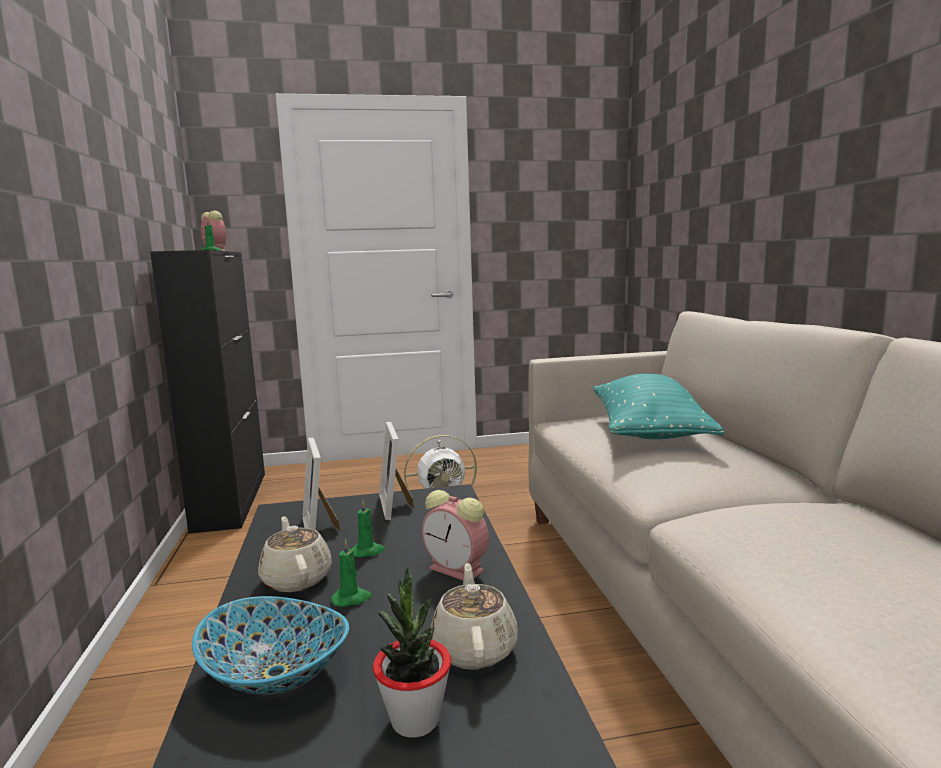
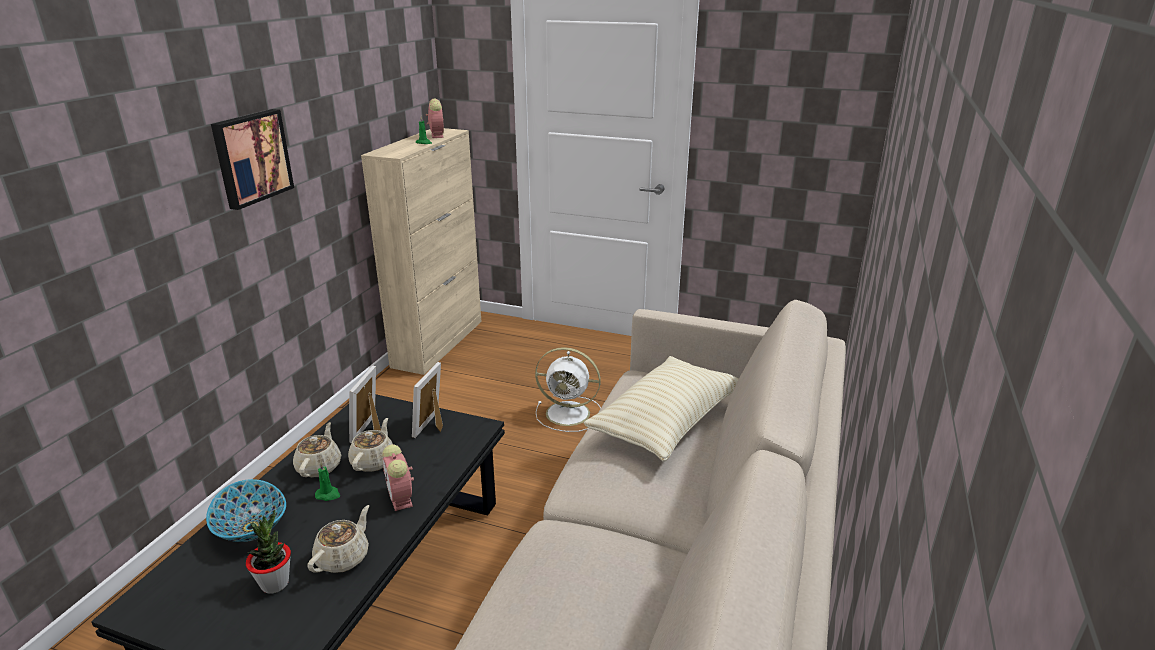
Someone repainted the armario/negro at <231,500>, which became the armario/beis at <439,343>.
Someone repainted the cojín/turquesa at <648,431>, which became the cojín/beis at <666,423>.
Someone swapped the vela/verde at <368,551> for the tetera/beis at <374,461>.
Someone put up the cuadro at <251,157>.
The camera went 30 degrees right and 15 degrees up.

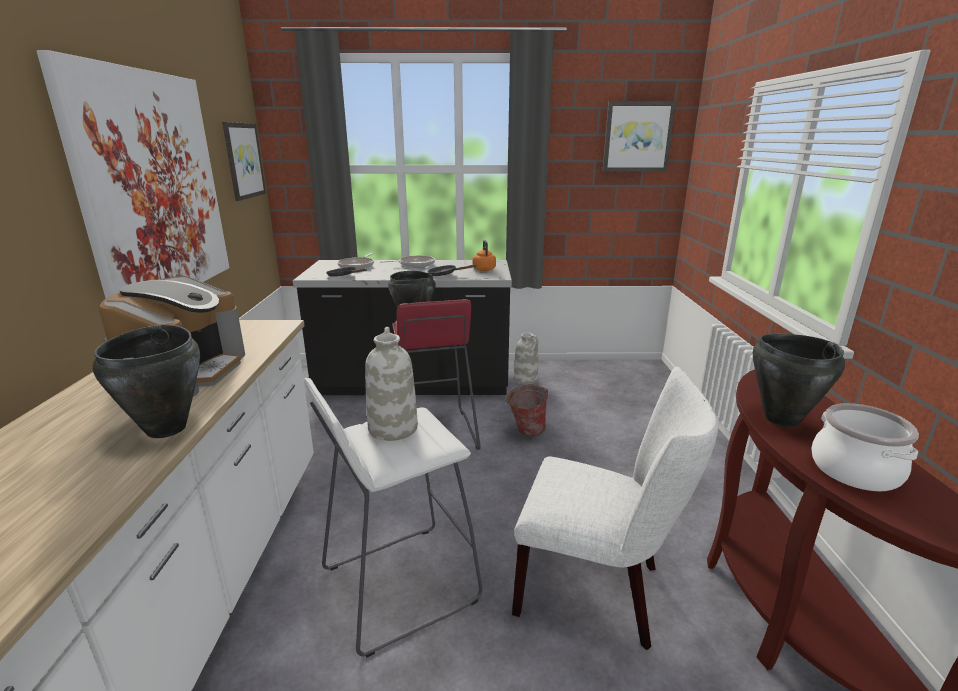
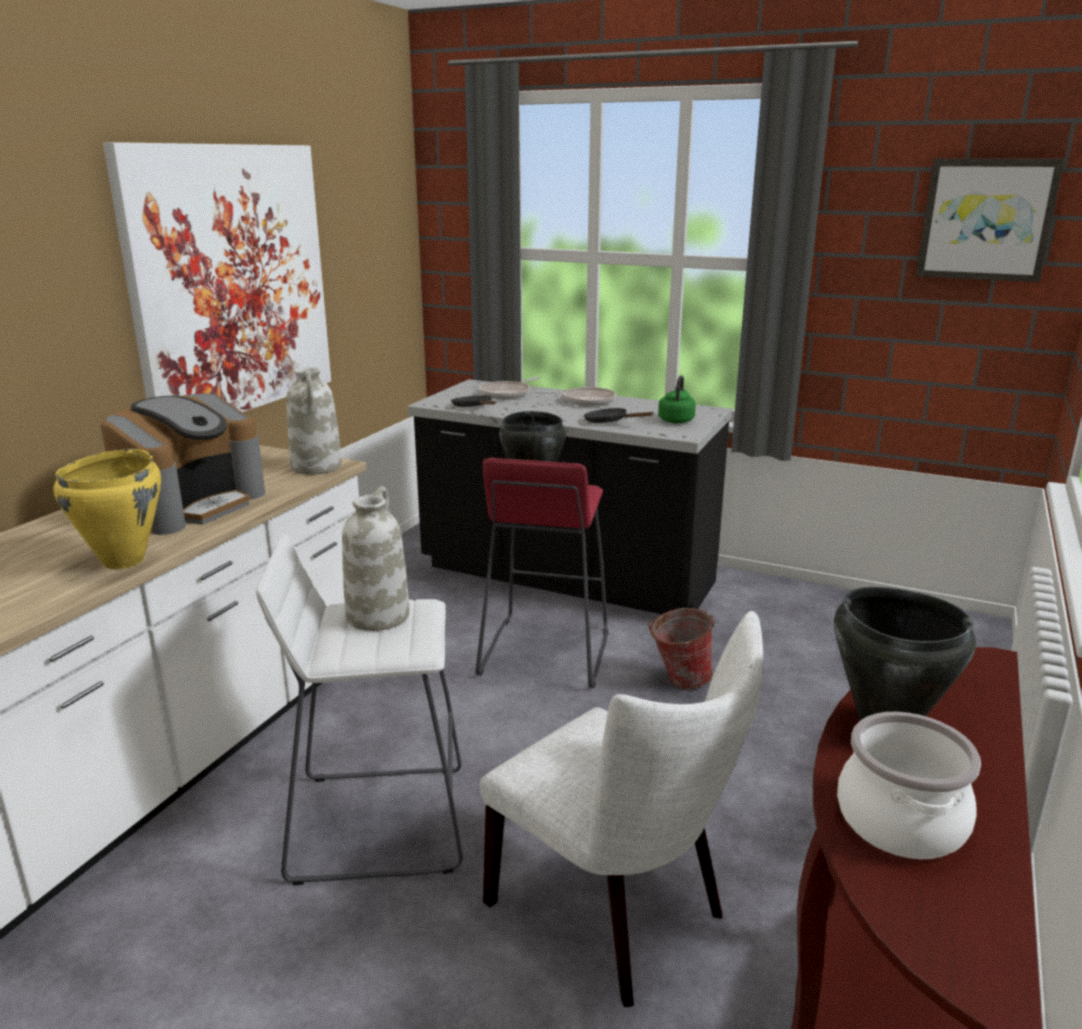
Someone took away the cuadro at <243,160>.
Someone repainted the hervidor/naranja at <483,269>, which became the hervidor/verde at <676,420>.
Someone repainted the olla/negro at <167,428>, which became the olla/amarillo at <124,561>.
Someone carried the florero/blanco from <526,379> to <317,467>.
The camera went 25 degrees right and 0 degrees up.

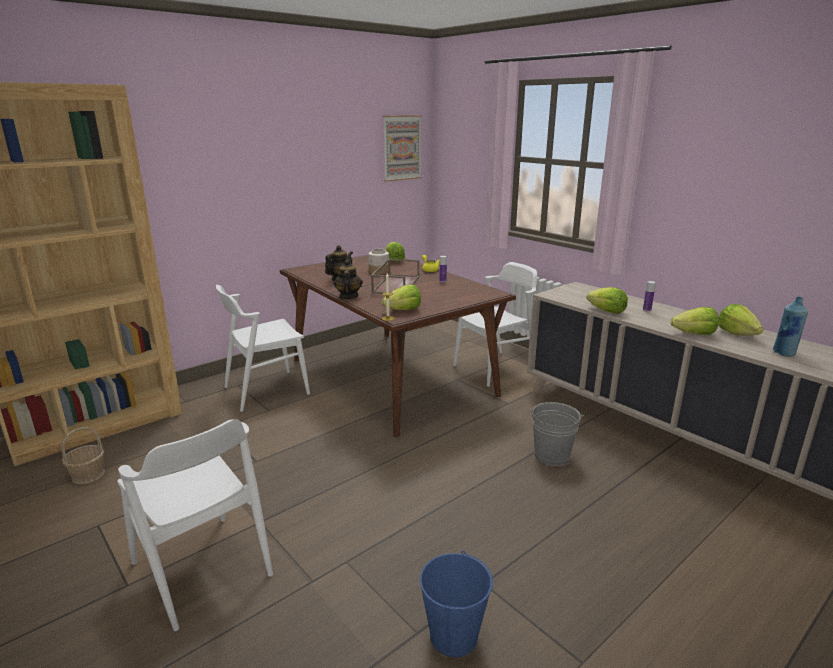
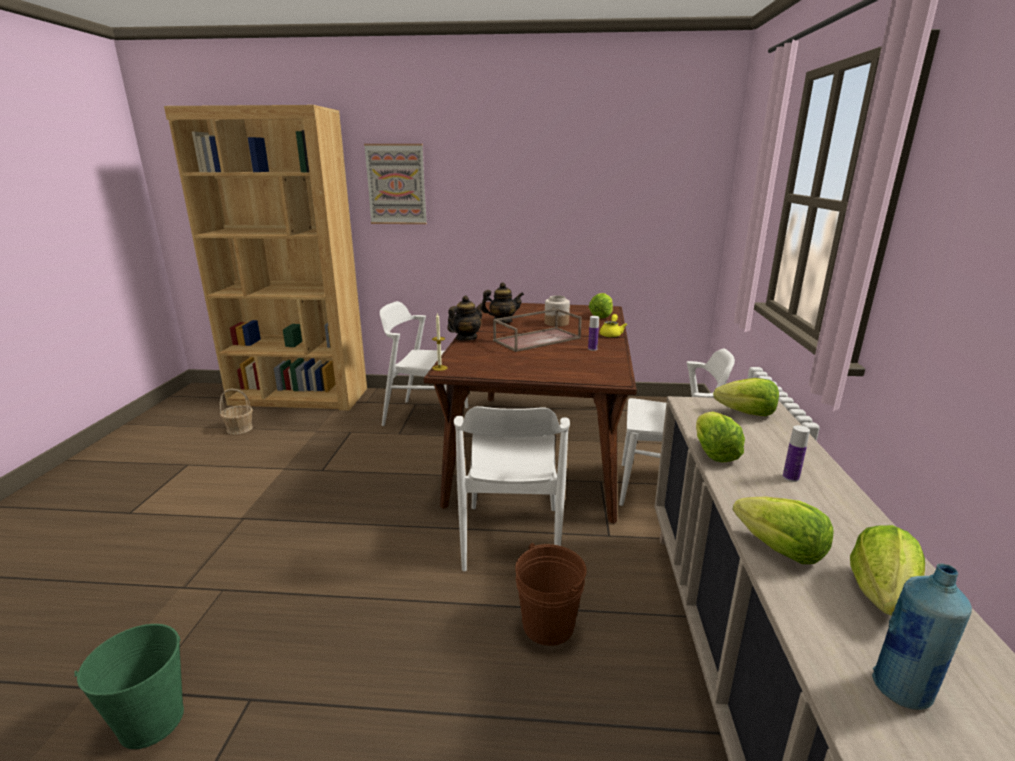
Someone carried the cuadro from <402,148> to <396,184>.
Someone carried the lechuga from <404,310> to <746,413>.
Someone repainted the cubo/gris at <552,455>, which became the cubo/marrón at <548,625>.
Someone carried the silla/blanco from <202,569> to <511,537>.
Someone repainted the cubo/azul at <453,636>, which became the cubo/verde at <151,721>.
The camera went 45 degrees right and 0 degrees up.

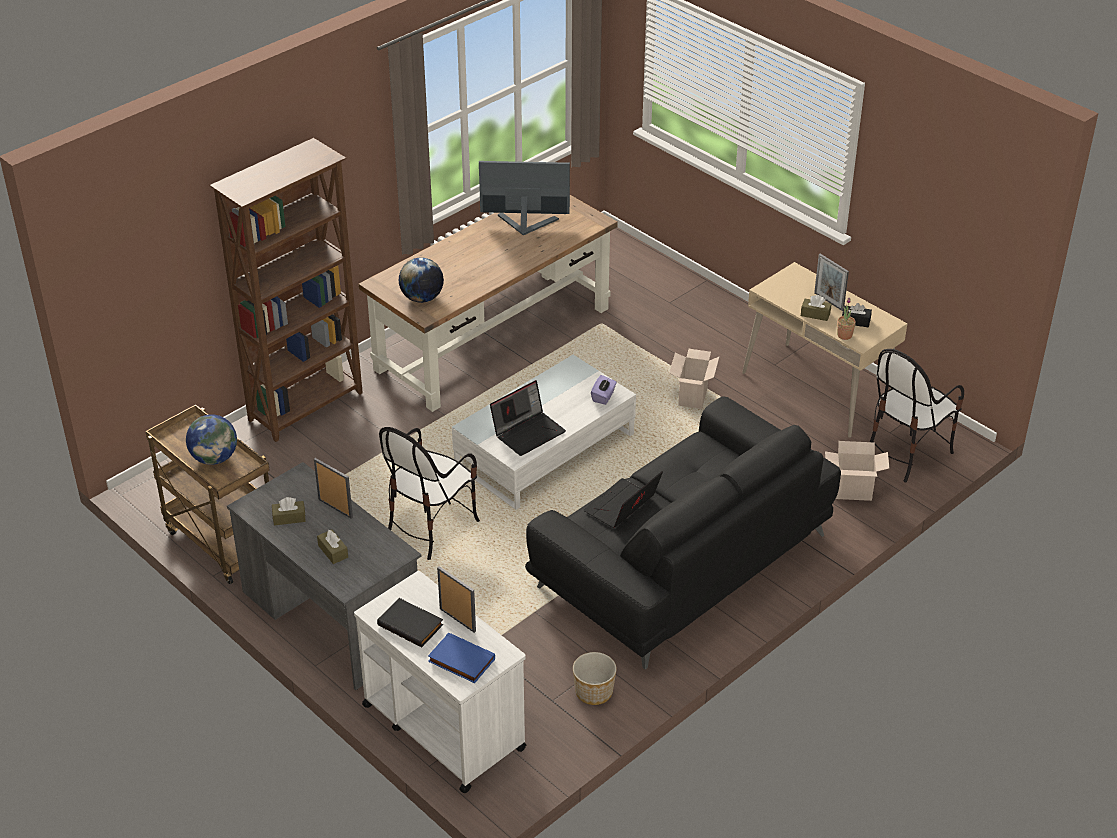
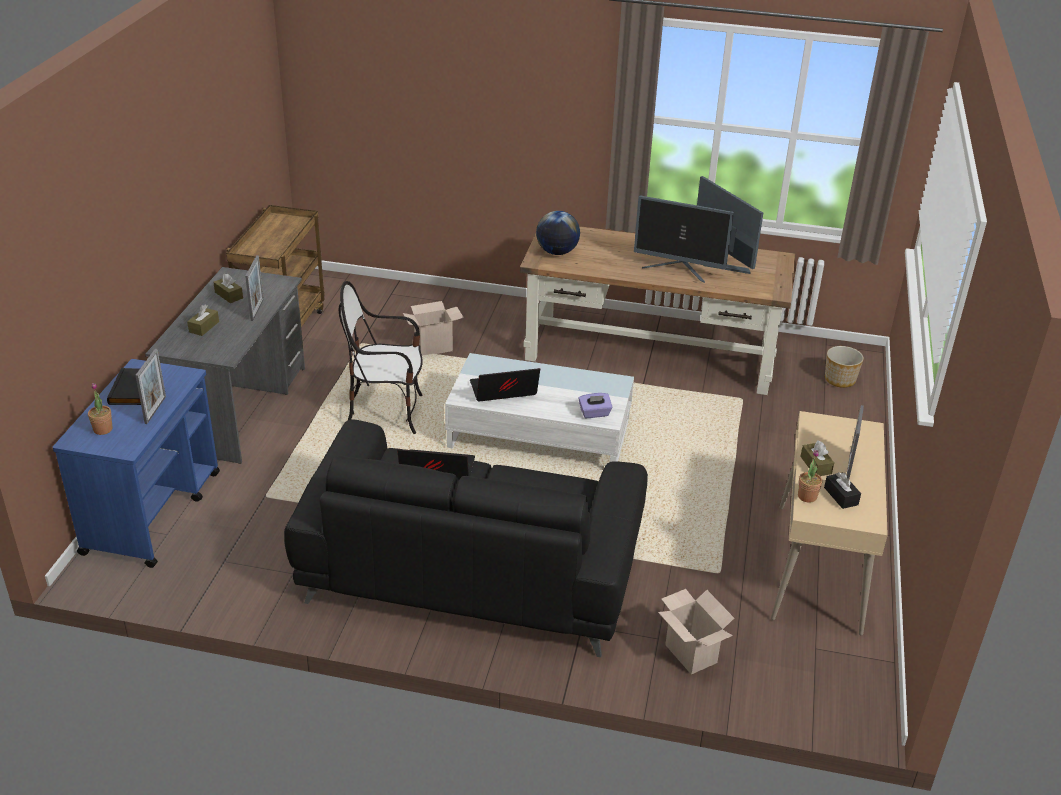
Someone took away the estantería/marrón at <307,407>.
Someone carried the caja de cartón from <692,396> to <434,347>.
Someone took away the silla at <906,452>.
Someone rotated the portátil at <528,432> by 150 degrees clockwise.
Someone took away the globo terráqueo at <214,458>.
Someone repainted the carrito/blanco at <443,726>, which became the carrito/azul at <153,511>.
Someone swapped the libro/azul at <460,661> for the planta en maceta at <103,429>.
Someone carried the maceta from <594,692> to <839,380>.
Someone put down the monitor at <679,270>.
The camera went 55 degrees right and 5 degrees down.

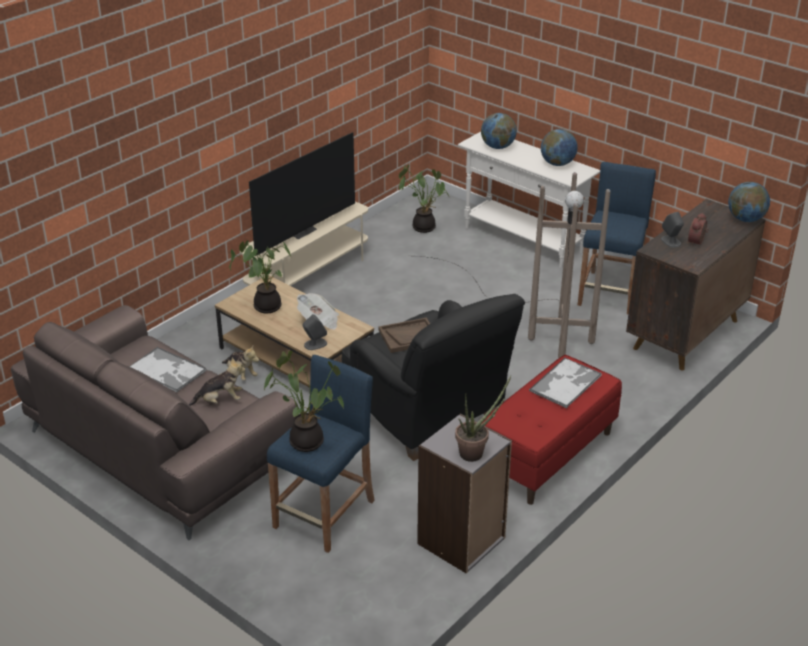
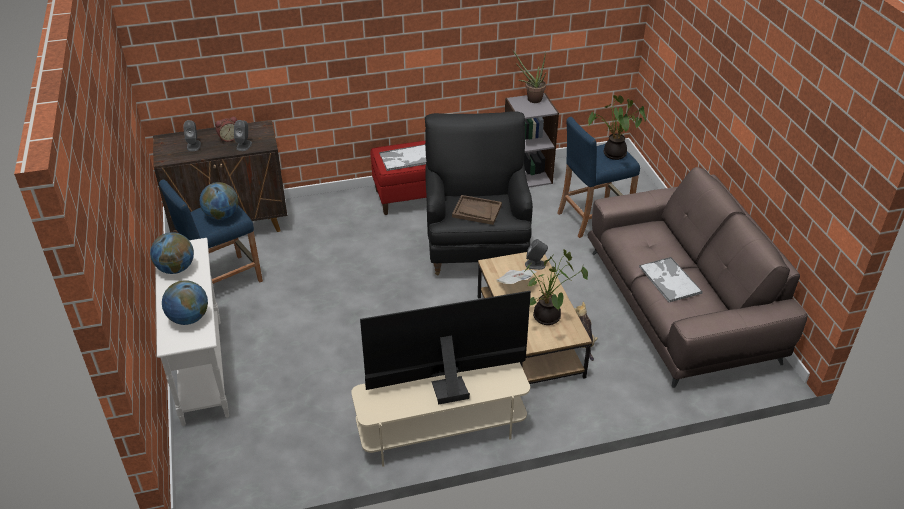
Someone took away the planta en maceta at <424,226>.
Someone took away the lámpara de pie/marrón at <529,316>.
Someone carried the globo terráqueo from <745,219> to <221,216>.
Someone took away the peluche at <220,400>.
Someone put down the altavoz/gris at <193,145>.
The camera went 145 degrees left and 5 degrees up.

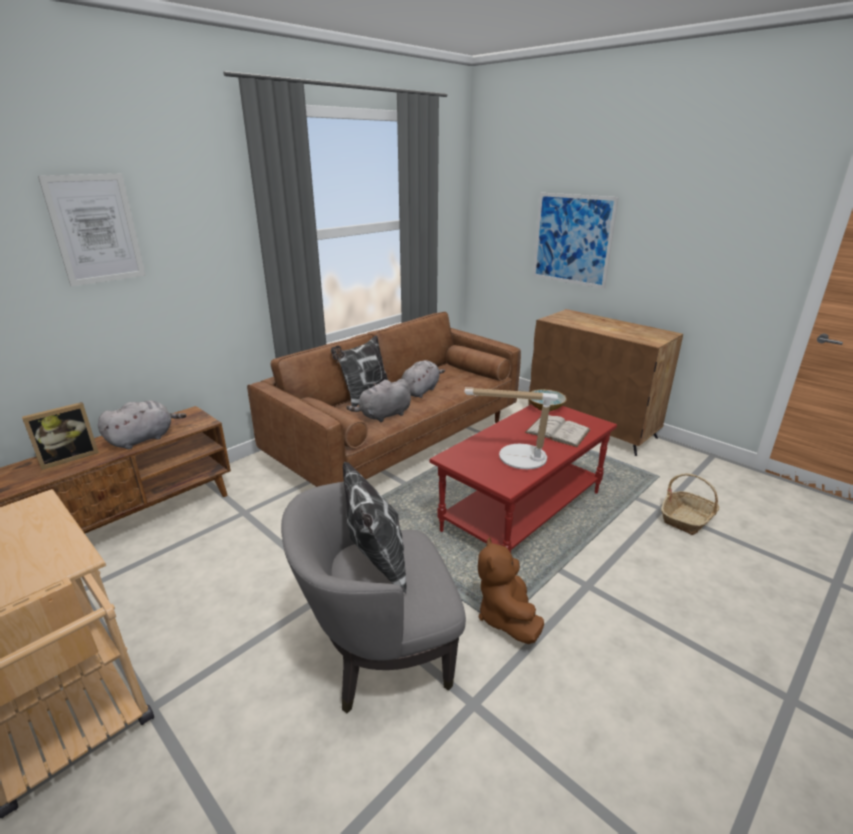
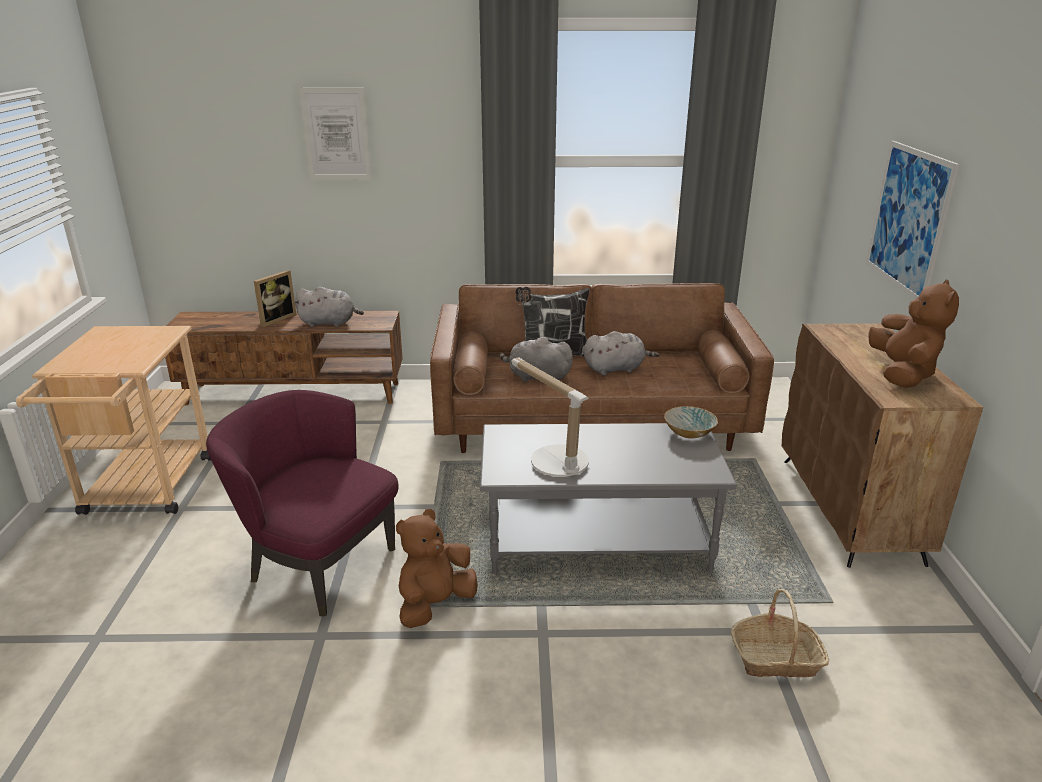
Someone rotated the portarretratos at <69,457> by 60 degrees counterclockwise.
Someone repainted the mesa de centro/rojo at <521,510>, which became the mesa de centro/gris at <598,540>.
Someone took away the libro/blanco at <557,431>.
Someone took away the cojín at <376,566>.
Someone repainted the sillón/gris at <379,654>, which became the sillón/morado at <318,565>.
Someone put down the peluche/marrón at <902,374>.
The camera went 45 degrees right and 0 degrees up.

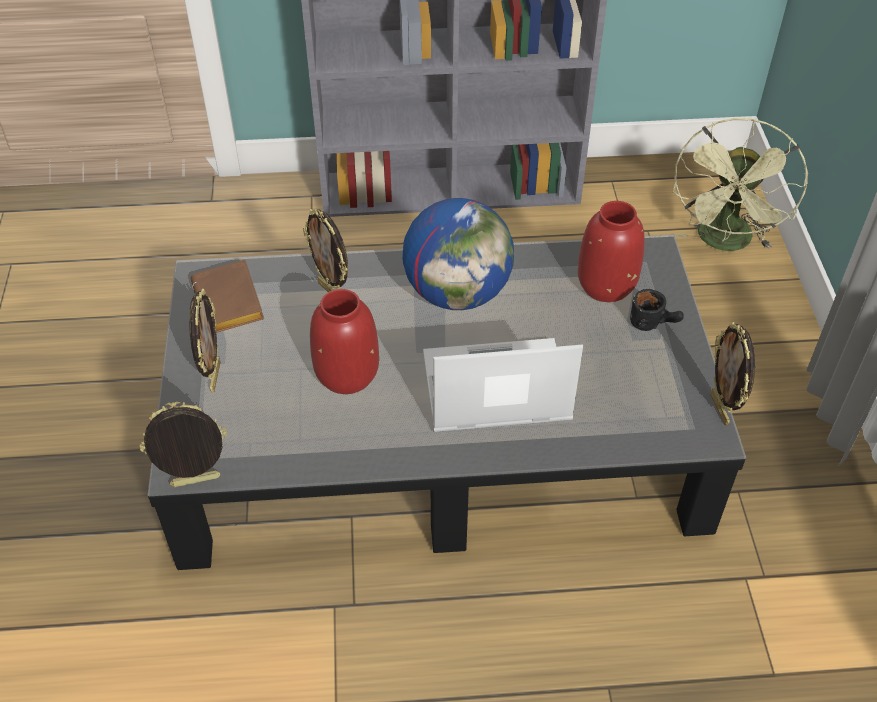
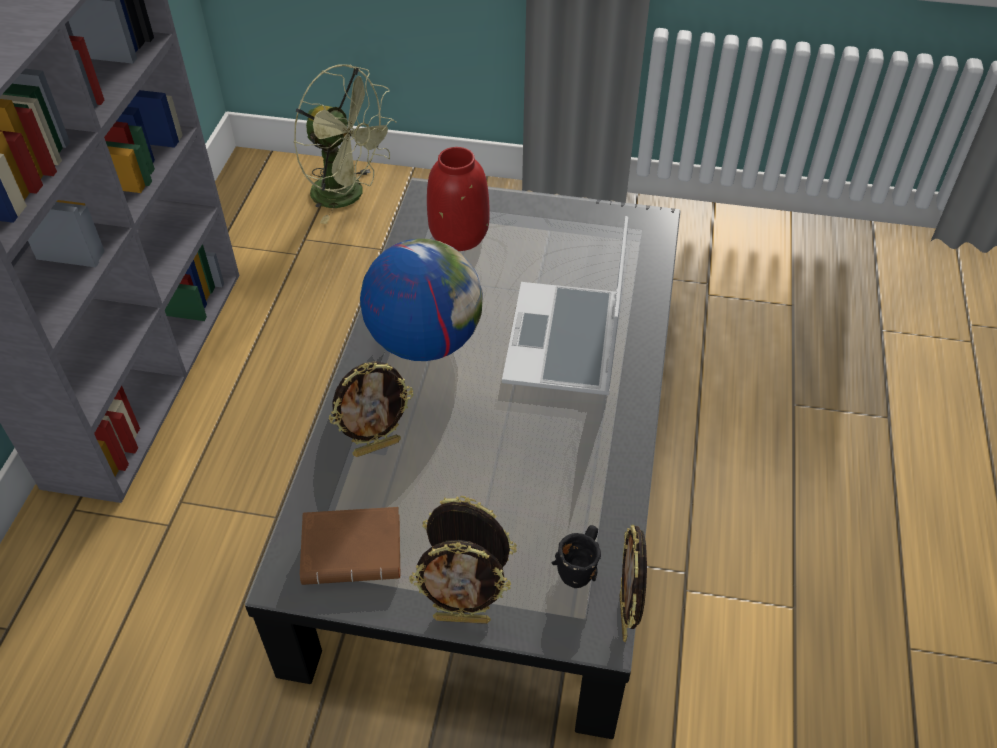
Someone took away the florero/rojo at <347,375>.
Someone carried the taza grande/negro from <654,322> to <578,563>.
Someone carried the portarretratos from <720,409> to <462,618>.
The camera went 75 degrees left and 0 degrees up.

